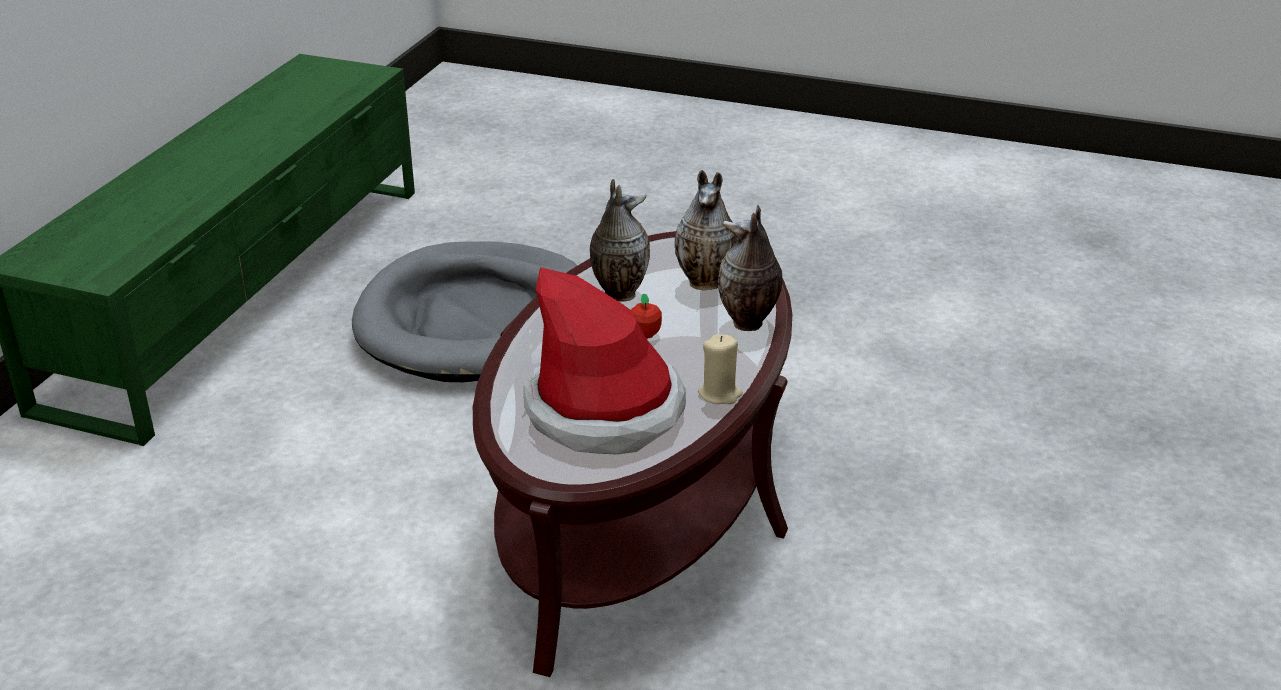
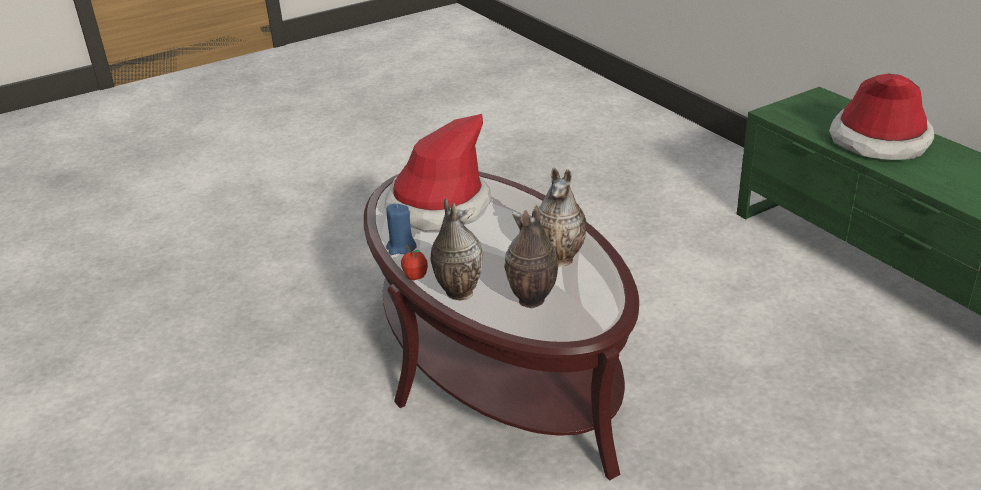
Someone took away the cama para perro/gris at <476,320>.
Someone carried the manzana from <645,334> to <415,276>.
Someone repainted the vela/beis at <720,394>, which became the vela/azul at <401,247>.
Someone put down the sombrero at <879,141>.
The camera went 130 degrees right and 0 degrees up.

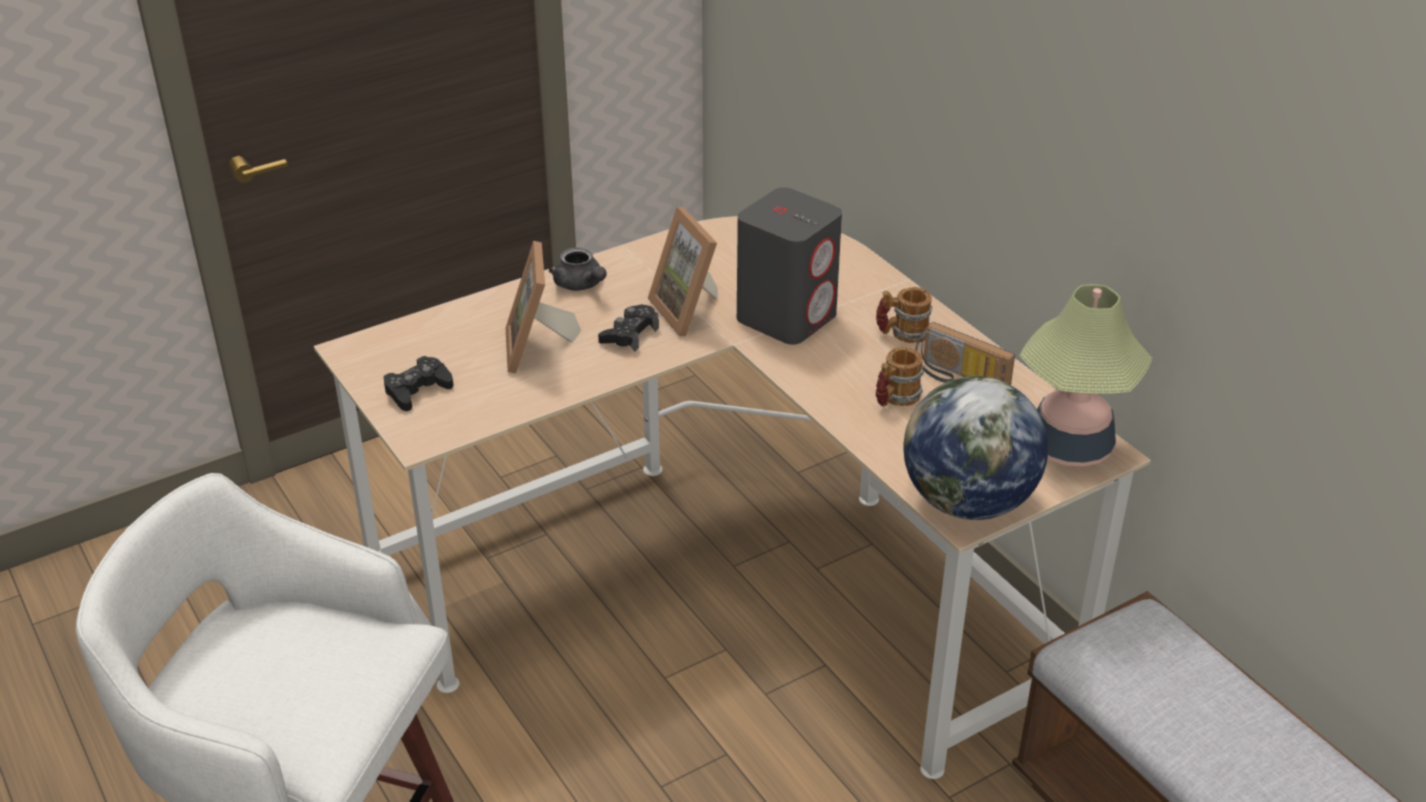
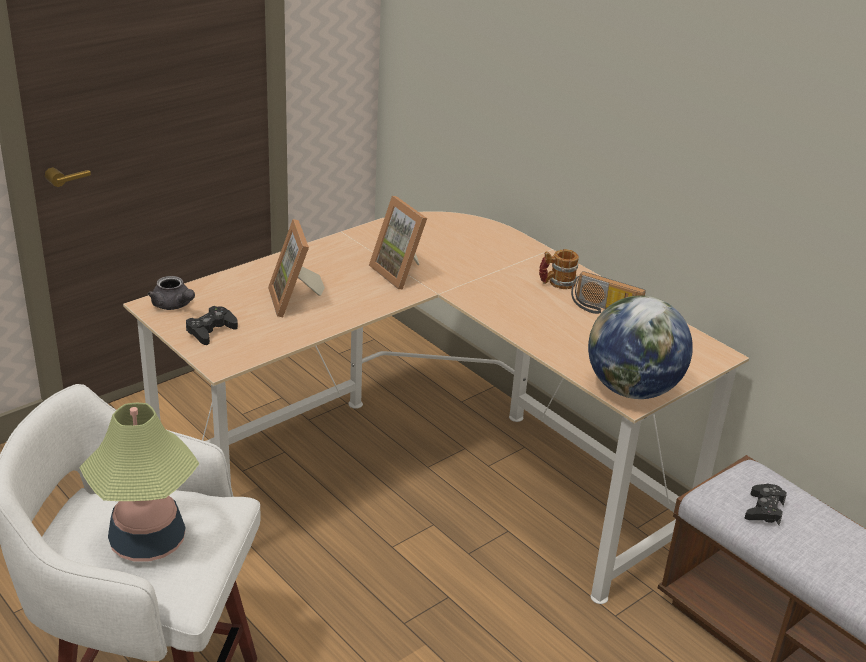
Someone took away the altavoz/gris at <787,316>.
Someone carried the tetera/gris from <581,285> to <174,305>.
Someone carried the lámpara de mesa from <1069,446> to <147,541>.
Someone carried the mando de consola/negro from <629,334> to <764,510>.
Someone took away the taza grande at <895,399>.
The camera went 10 degrees left and 5 degrees down.

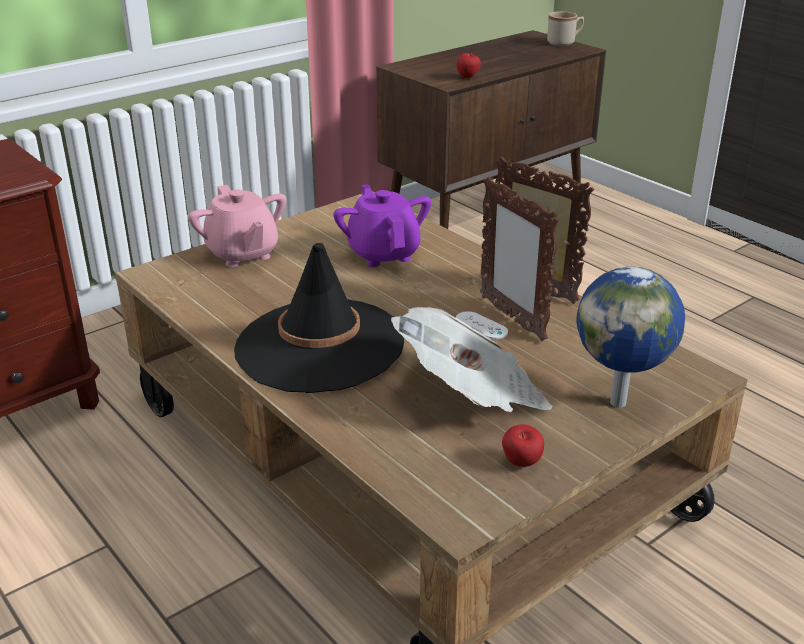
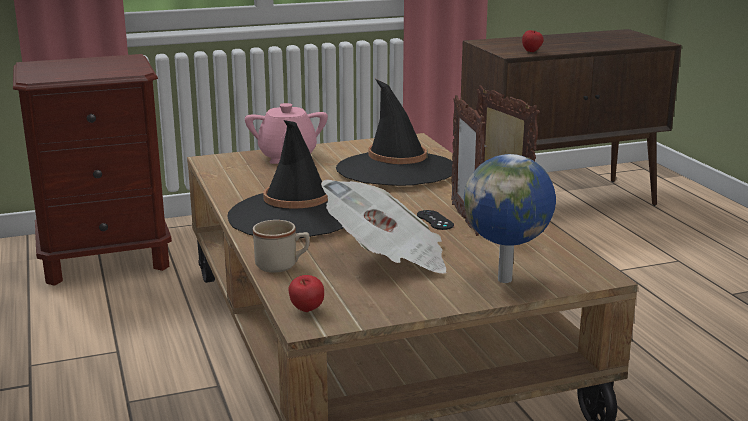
Someone carried the taza grande/beis from <564,42> to <282,265>.
Someone swapped the tetera/morado at <383,253> for the sombrero/negro at <397,170>.
Someone repainted the mando de consola/blanco at <481,326>, which became the mando de consola/negro at <435,220>.
Someone carried the manzana from <521,464> to <306,311>.
The camera went 20 degrees right and 10 degrees down.

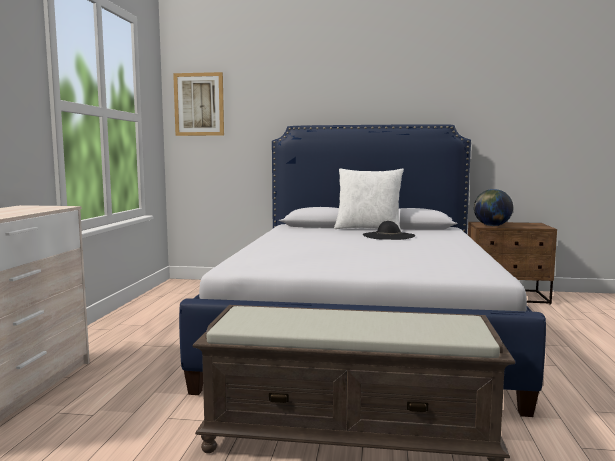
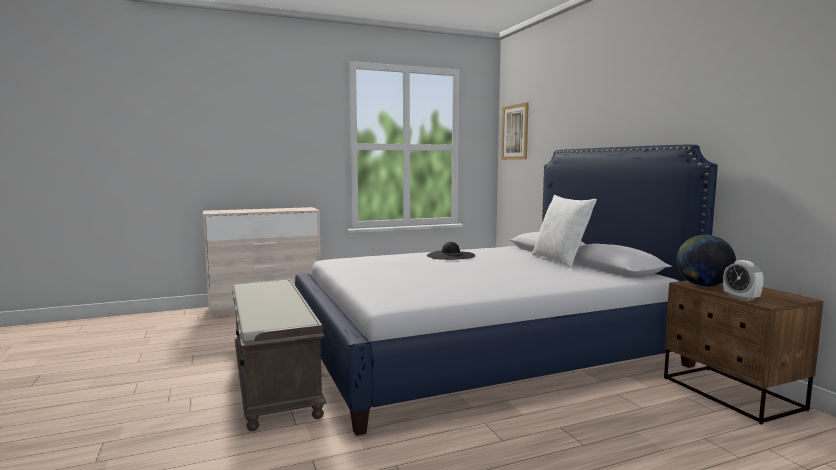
Someone carried the sombrero/negro from <388,236> to <451,255>.
Someone put down the despertador at <741,298>.
The camera went 60 degrees right and 0 degrees up.

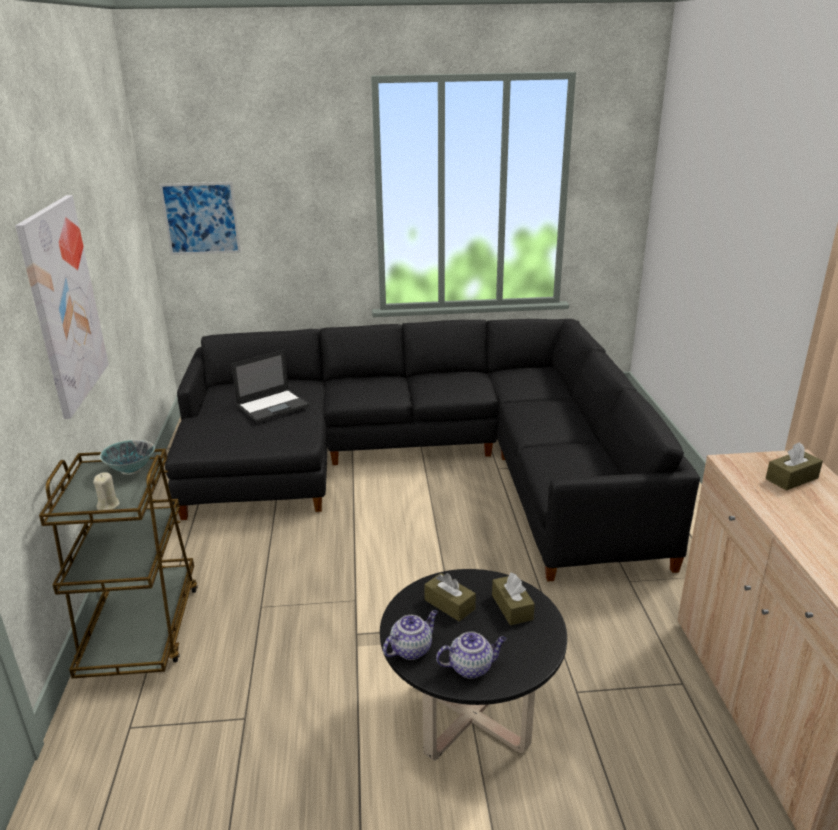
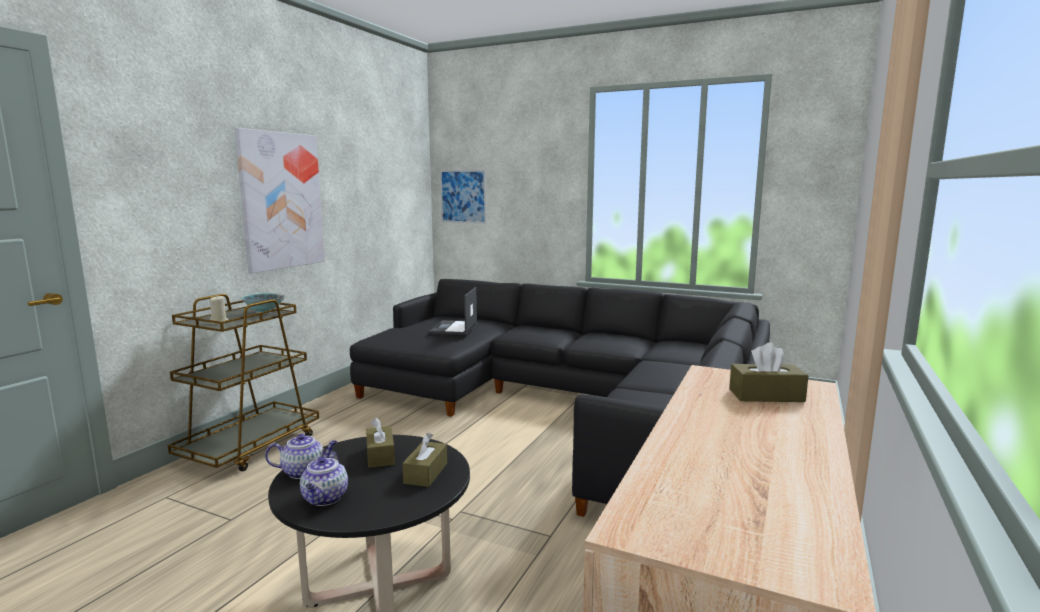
Someone rotated the portátil at <273,405> by 105 degrees clockwise.
Someone rotated the tetera at <471,667> by 75 degrees clockwise.
The camera went 30 degrees right and 15 degrees down.

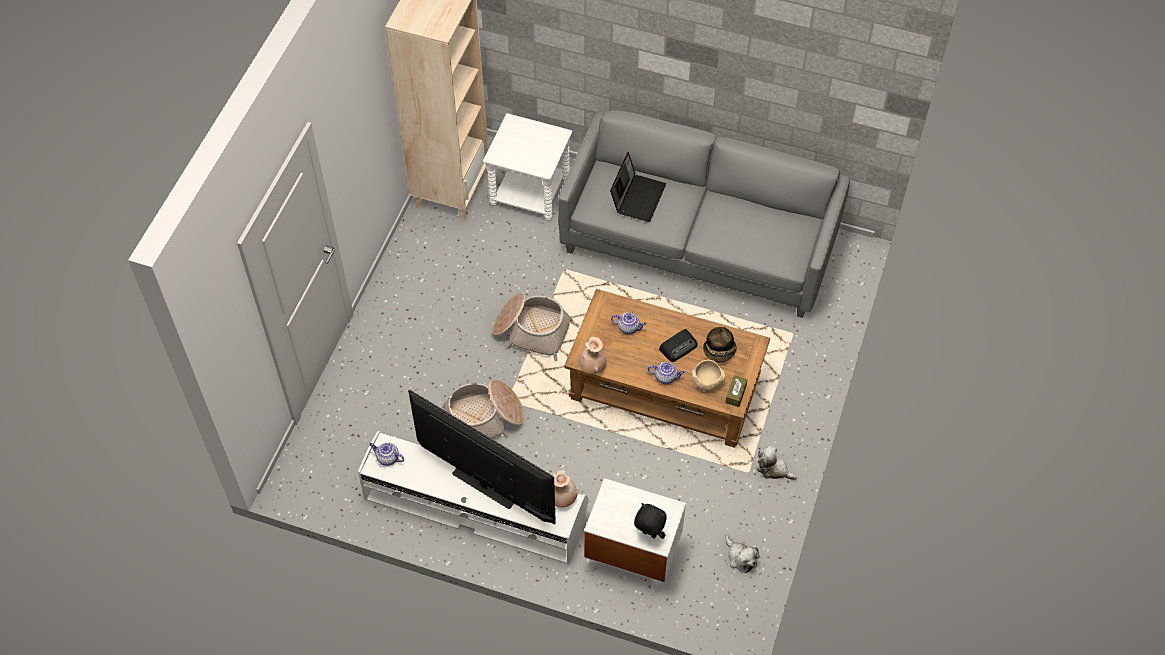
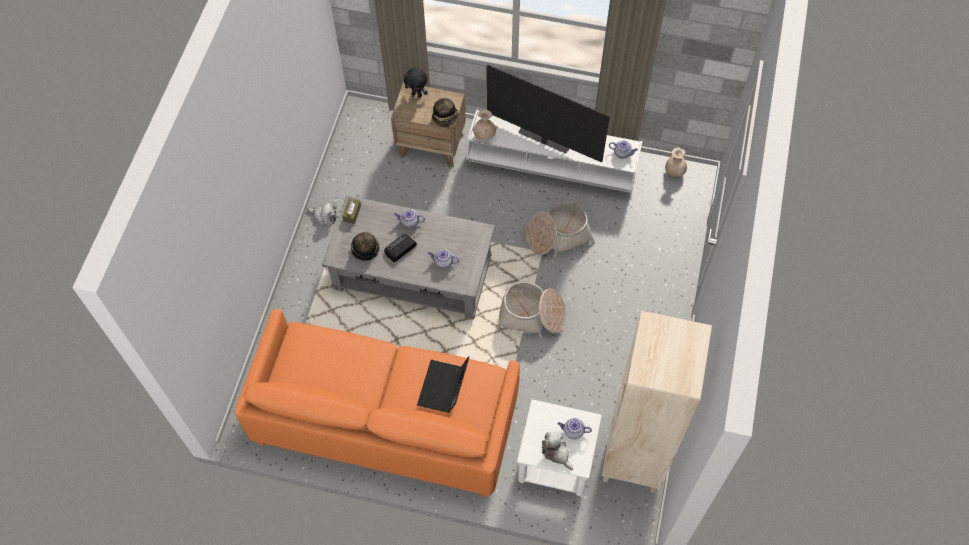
Someone repainted the sofá/gris at <699,243>, which became the sofá/naranja at <385,419>.
Someone repainted the mesa de centro/marrón at <665,389>, which became the mesa de centro/gris at <412,273>.
Someone carried the florero/beis from <592,367> to <674,172>.
Someone took away the cuenco/beis at <707,382>.
Someone repainted the mesita de noche/blanco at <632,556>, which became the mesita de noche/marrón at <431,145>.
Someone carried the peluche from <740,558> to <556,453>.
Someone put down the sombrero at <445,118>.
Someone put down the tetera at <573,431>.
The camera went 175 degrees right and 5 degrees up.

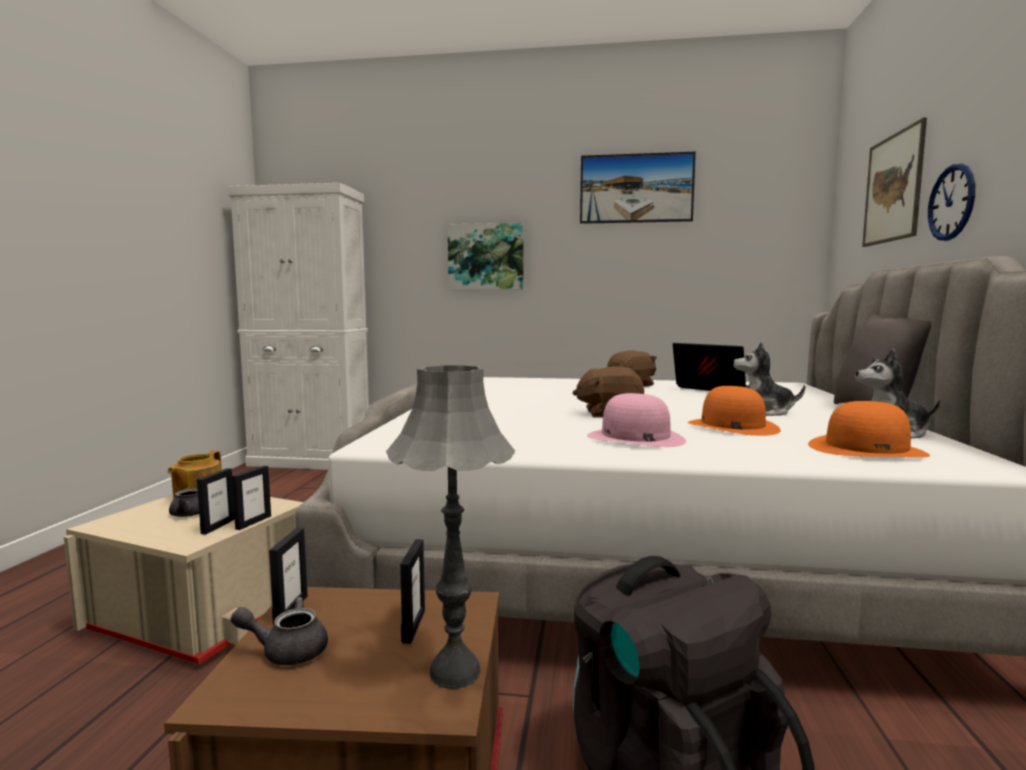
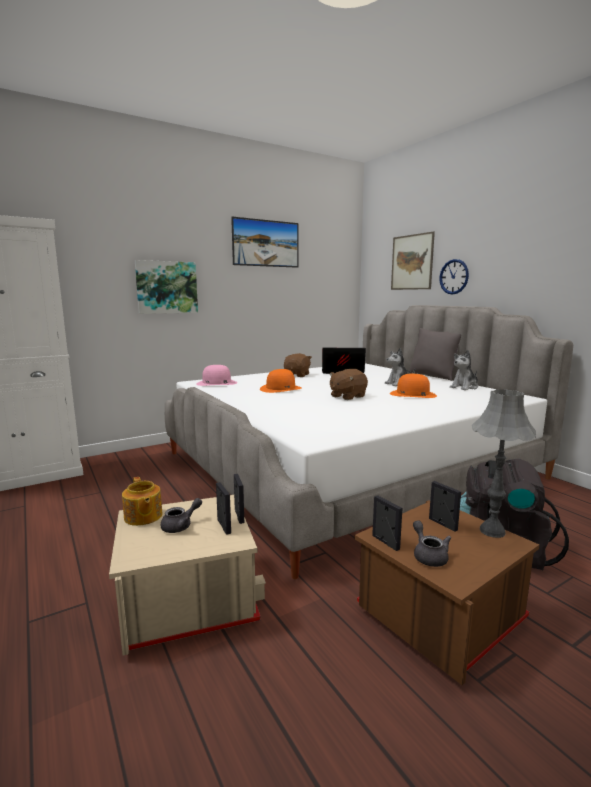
Someone carried the sombrero/rosa from <635,438> to <216,383>.
Someone carried the sombrero/naranja from <866,449> to <280,388>.
Someone rotated the tetera/gris at <286,650> by 120 degrees clockwise.
The camera went 40 degrees left and 5 degrees up.

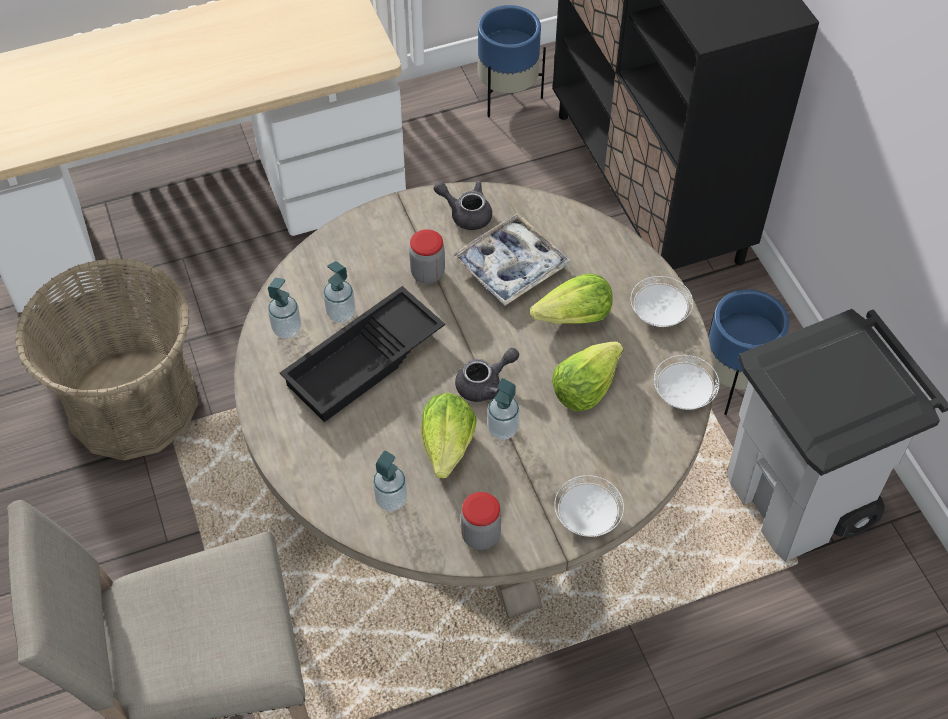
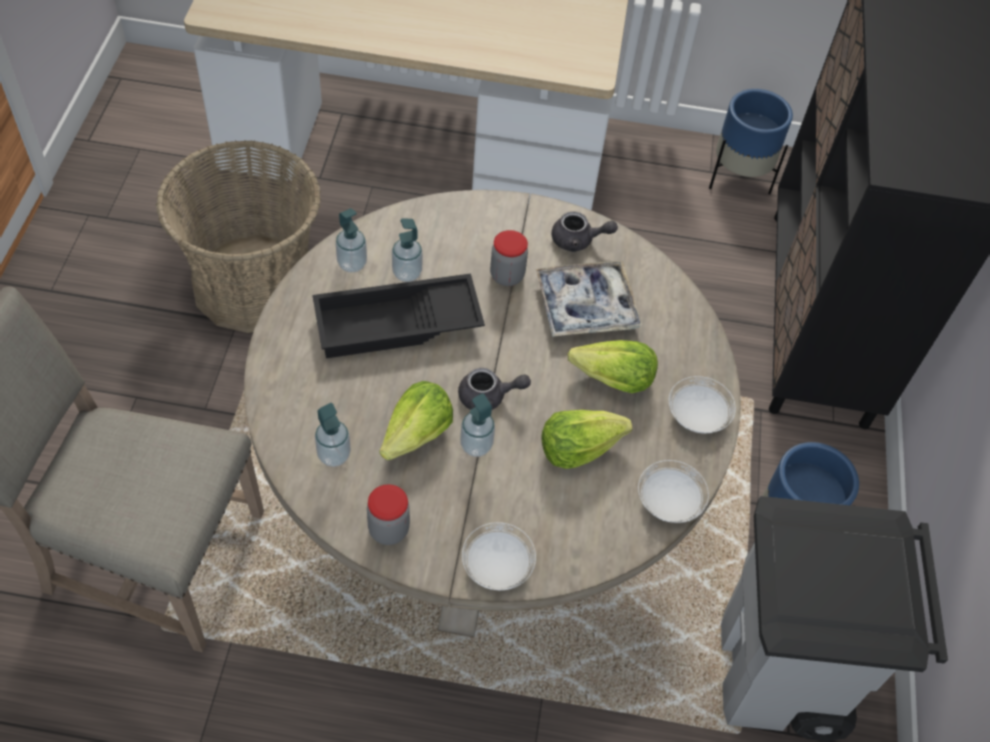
Someone rotated the tetera/gris at <466,214> by 135 degrees clockwise.
The camera went 25 degrees right and 0 degrees up.

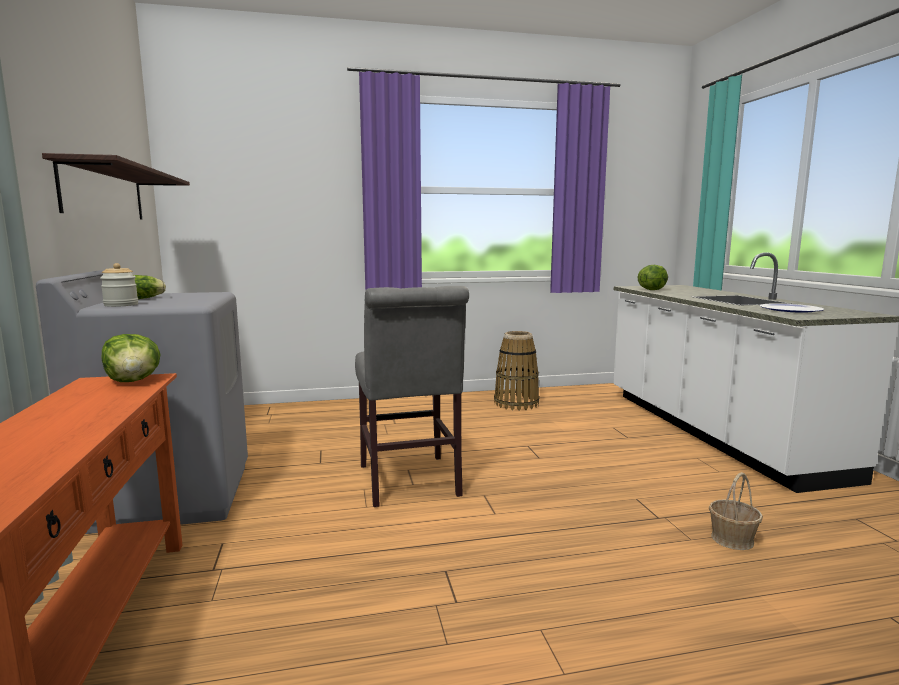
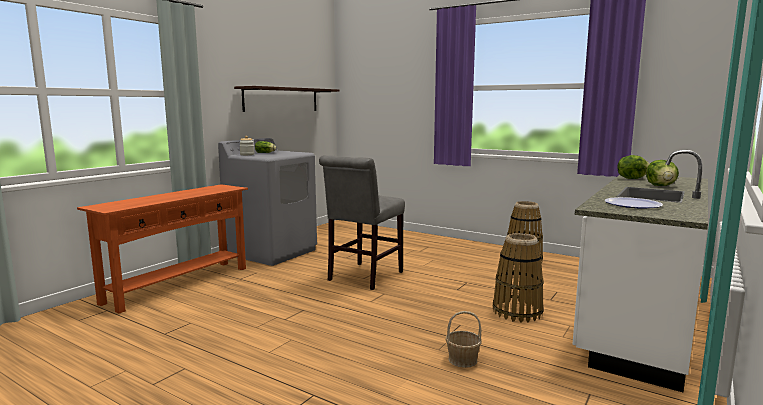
Someone carried the lechuga from <134,381> to <661,186>.
Someone put down the cesta at <517,312>.
The camera went 45 degrees right and 0 degrees up.

